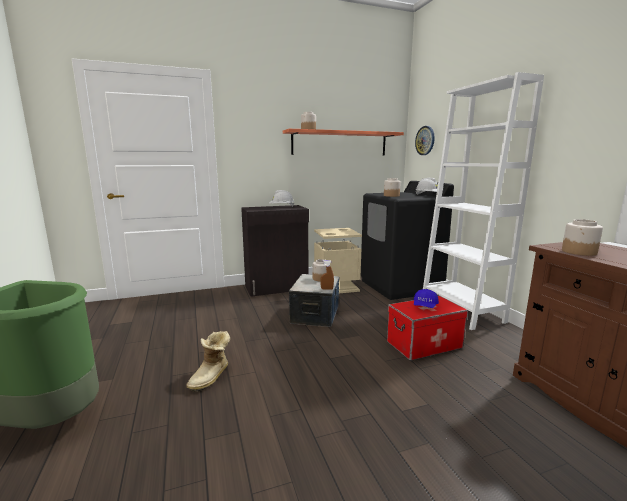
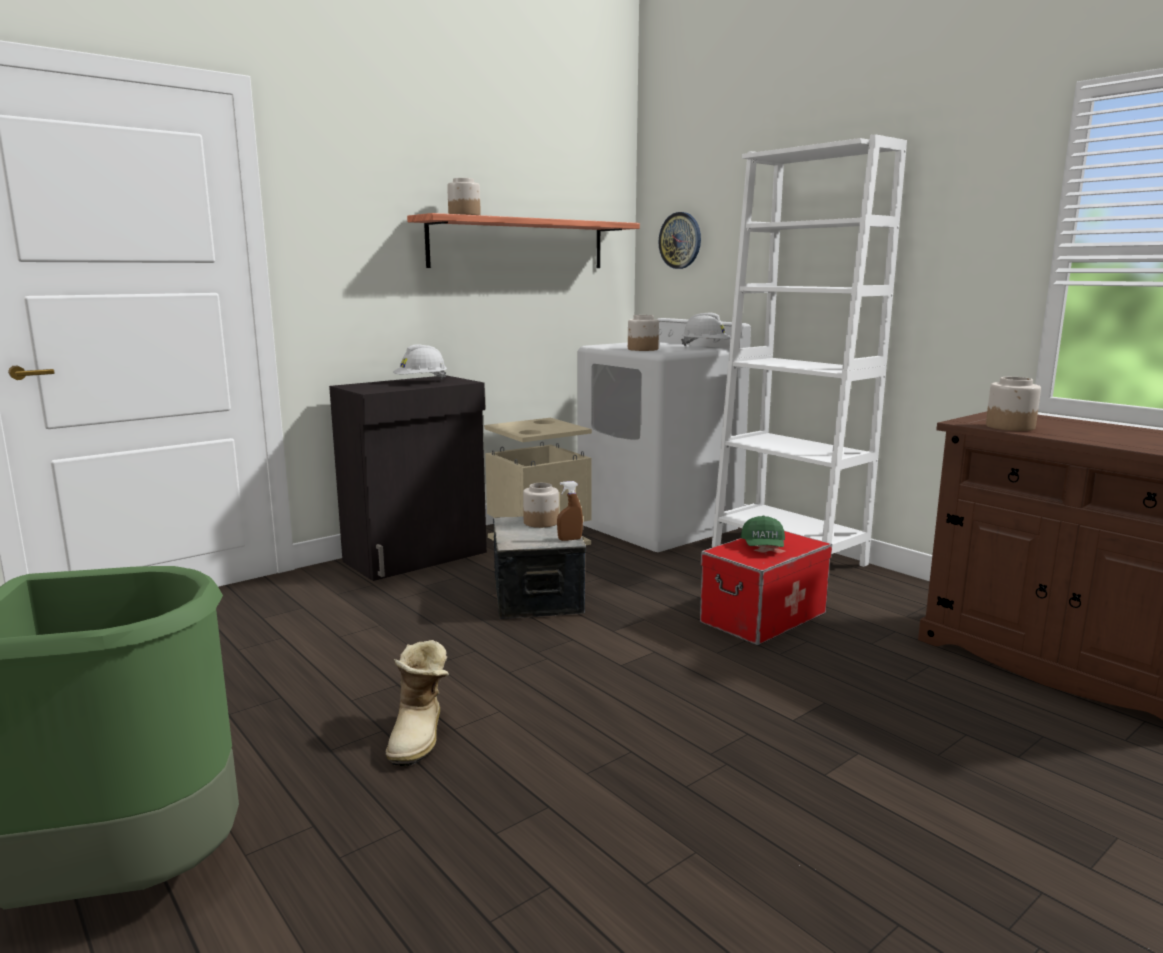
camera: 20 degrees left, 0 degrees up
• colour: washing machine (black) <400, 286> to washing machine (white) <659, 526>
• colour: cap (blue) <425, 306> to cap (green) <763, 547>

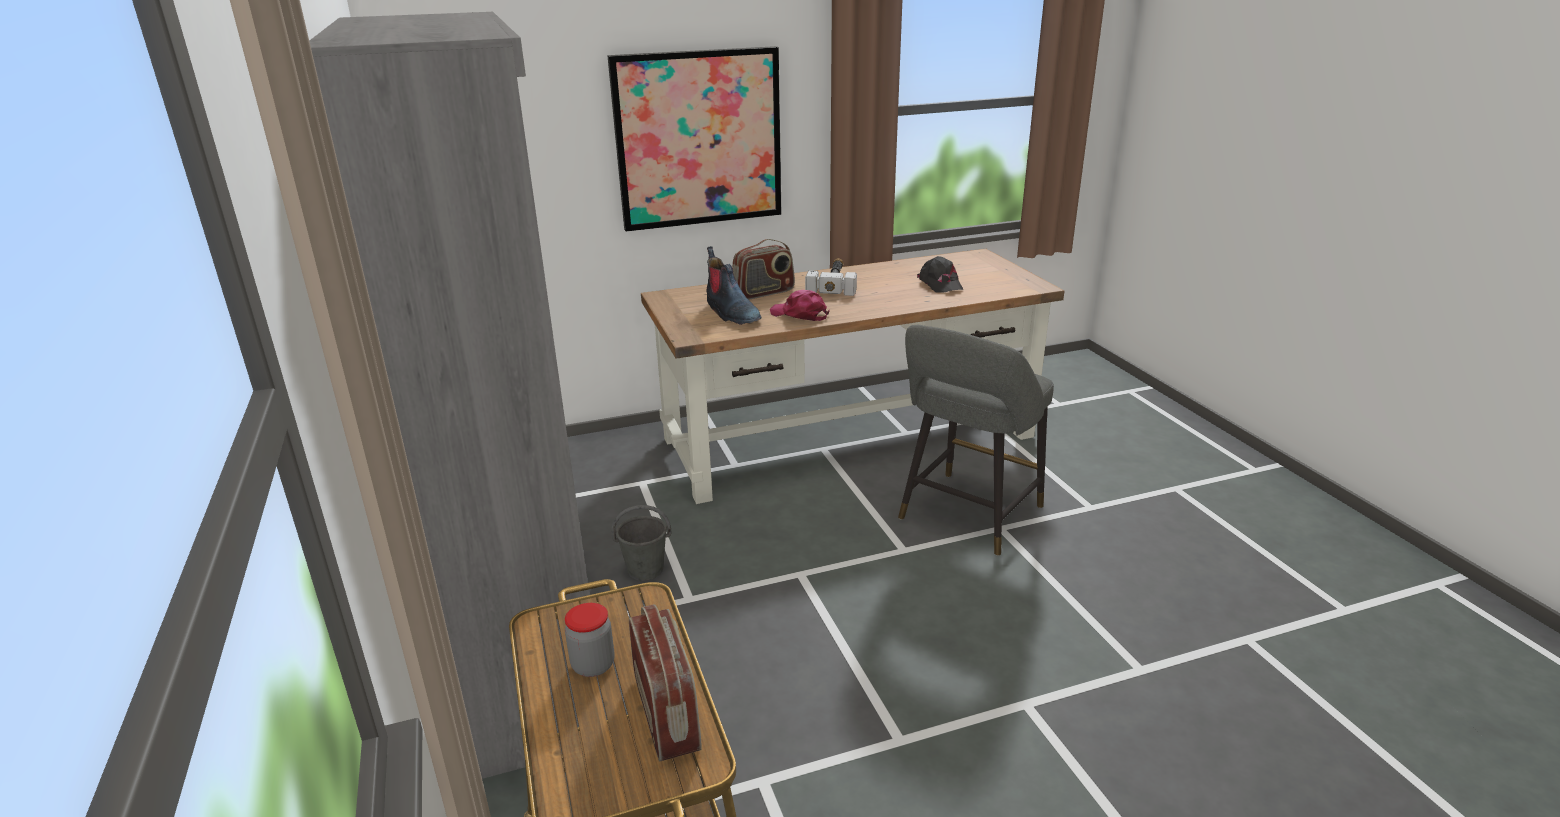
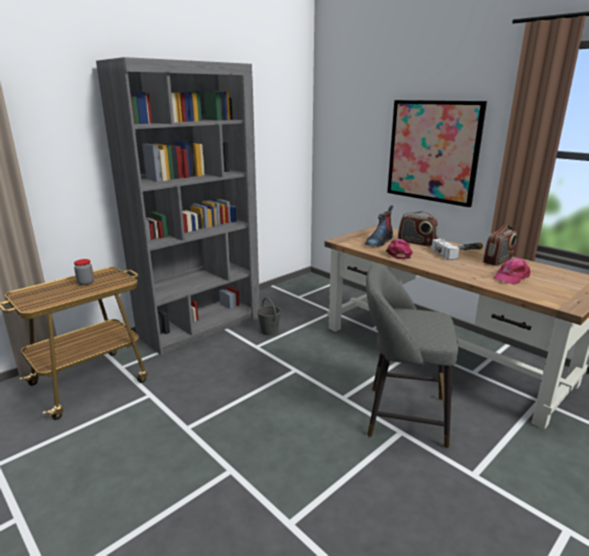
camera: 65 degrees right, 5 degrees down
• relocated: radio <667, 714> to <498, 260>
• colour: cap (black) <940, 284> to cap (pink) <511, 277>

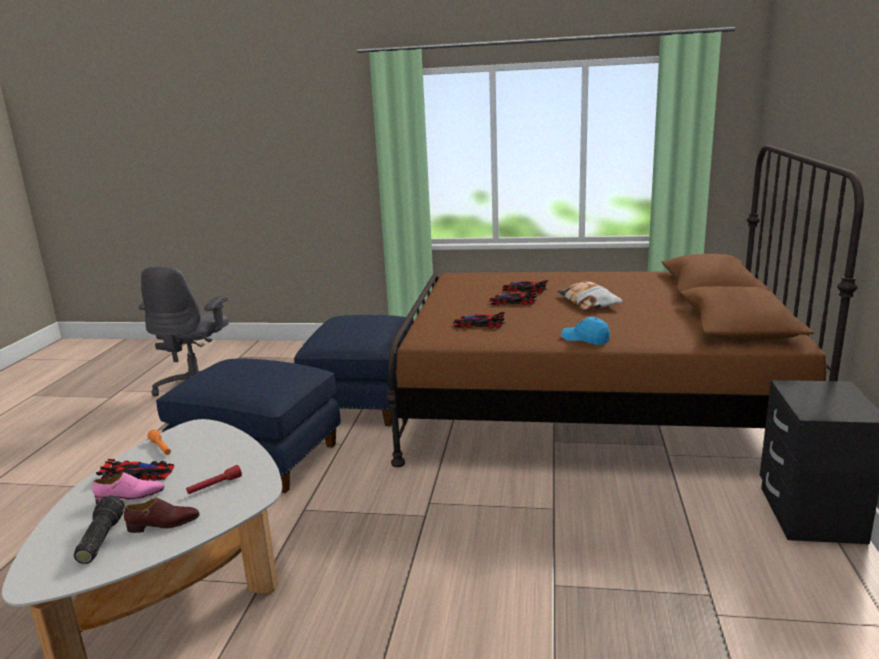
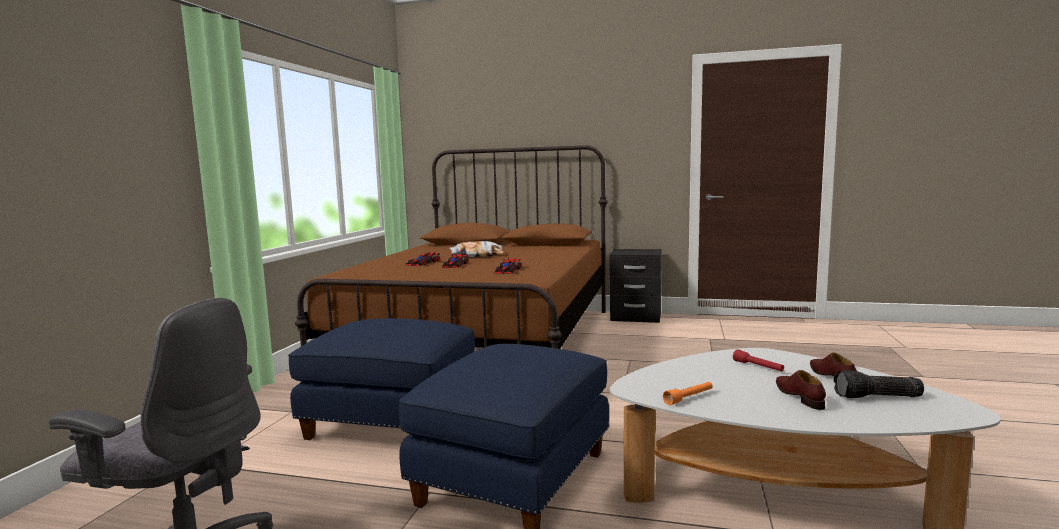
camera: 85 degrees left, 10 degrees down
• colour: shoe (pink) <130, 497> to shoe (brown) <799, 396>
• missing: toy car <137, 475>
• missing: cap (blue) <585, 339>

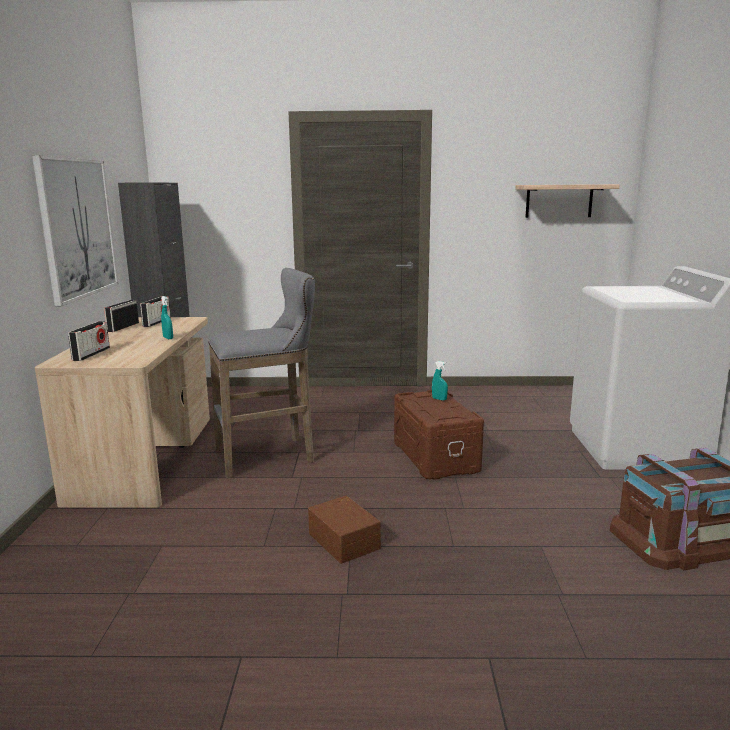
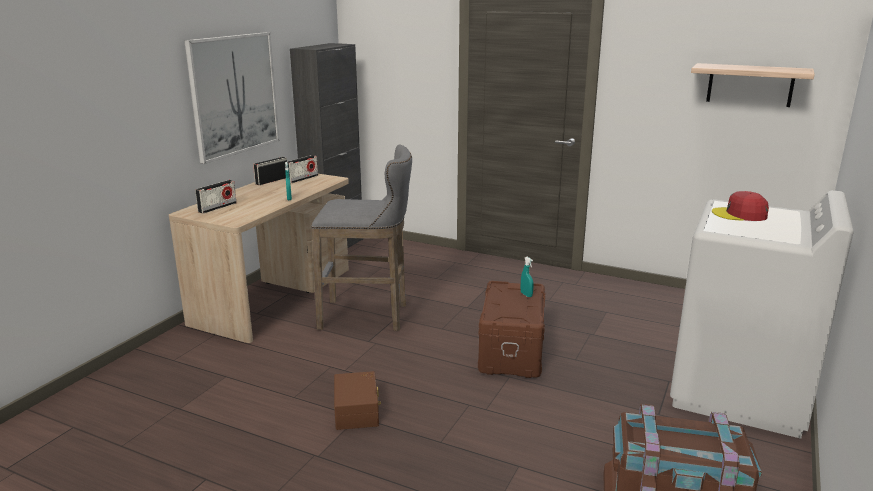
camera: 25 degrees right, 5 degrees up
• appeared: cap (red) <740, 214>

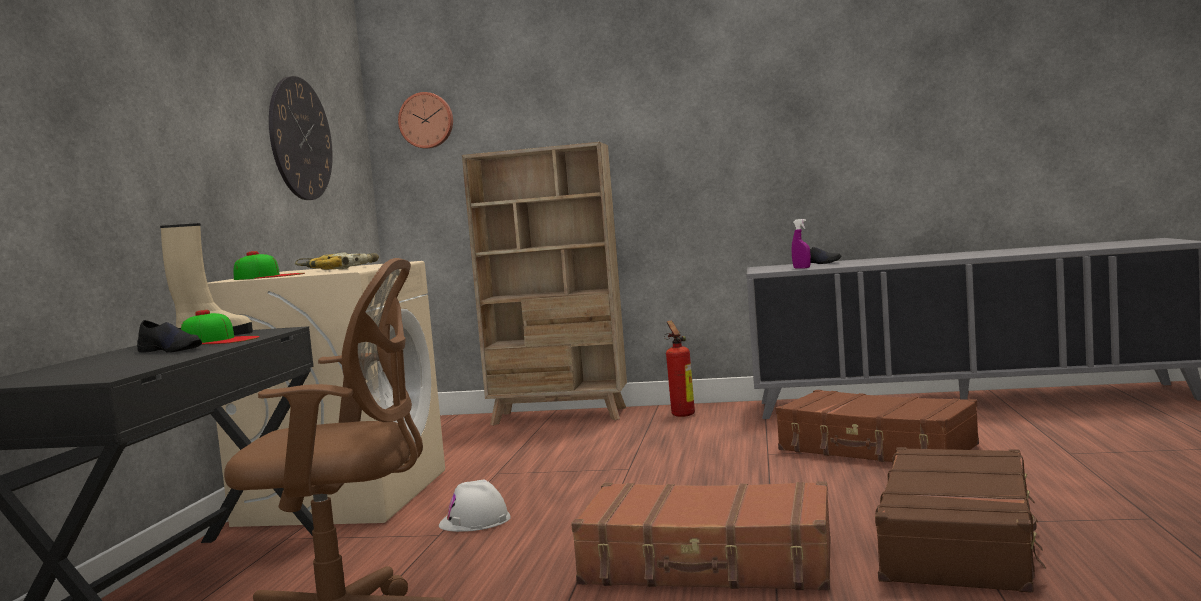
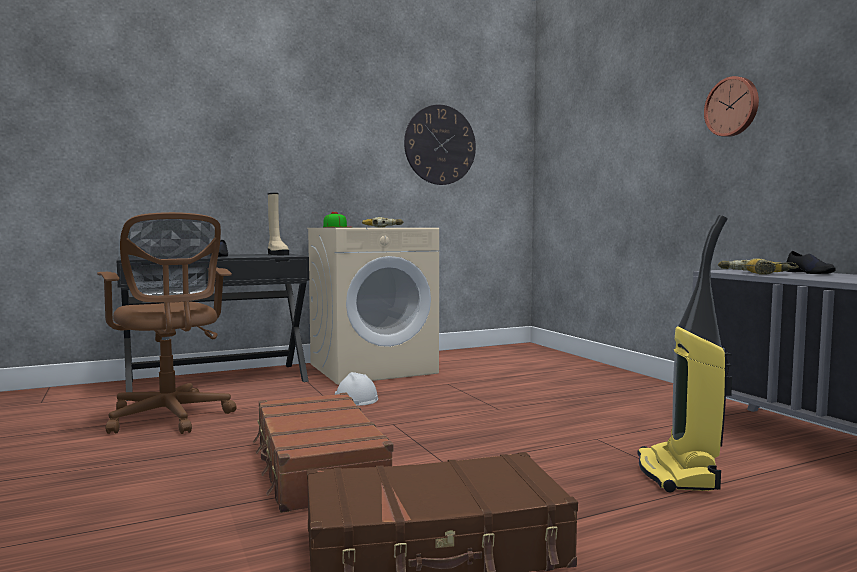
camera: 55 degrees right, 0 degrees up
• missing: cap <219, 340>
• relocated: wall clock <426, 120> to <732, 107>
• missing: bookcase (beige) <560, 416>
• missing: fire extinguisher <682, 414>
• exchanged: suitcase (brown) <876, 448> to vacuum cleaner <679, 474>
• exchanged: spray bottle (purple) <801, 268> to power drill <755, 273>

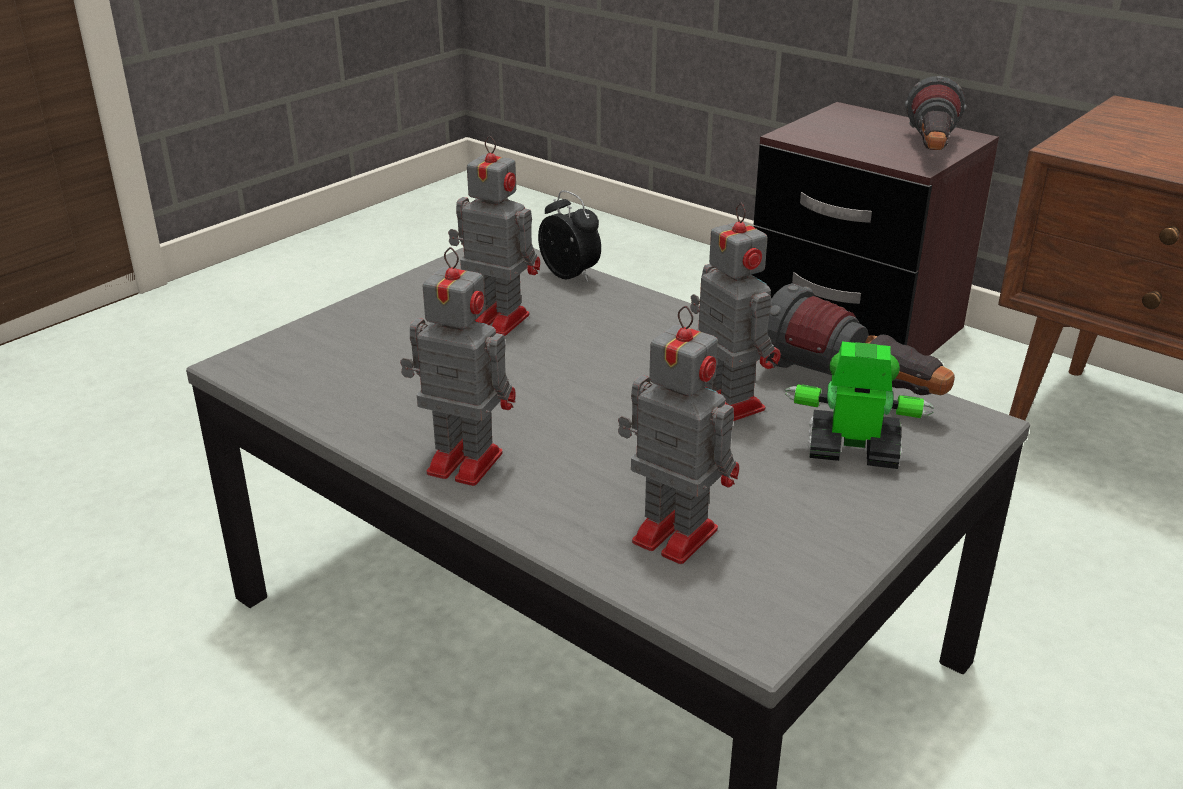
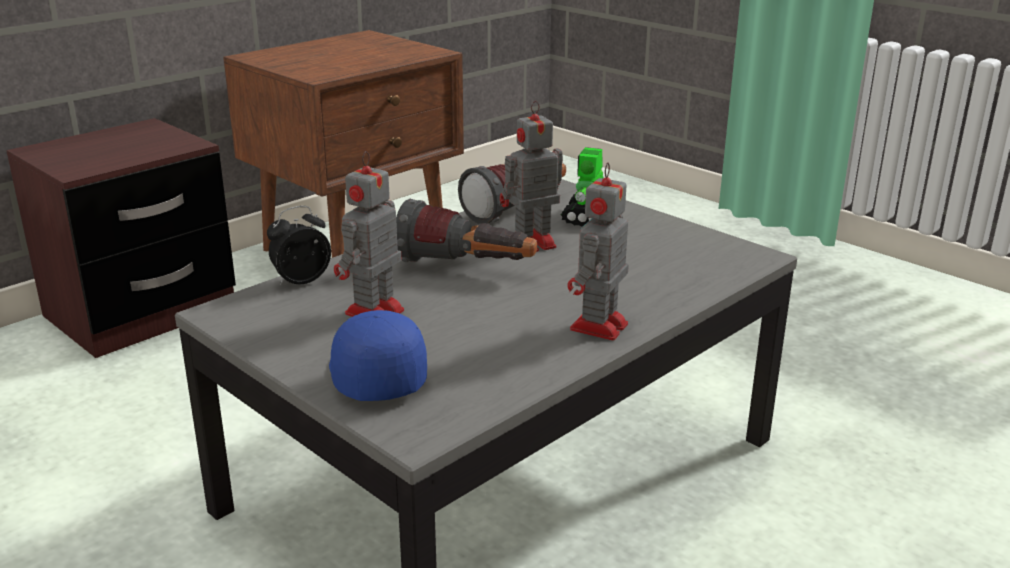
camera: 85 degrees left, 5 degrees down
• missing: toy robot <671, 534>
• relocated: flashlight <931, 151> to <466, 268>
• appeared: cap (blue) <374, 374>

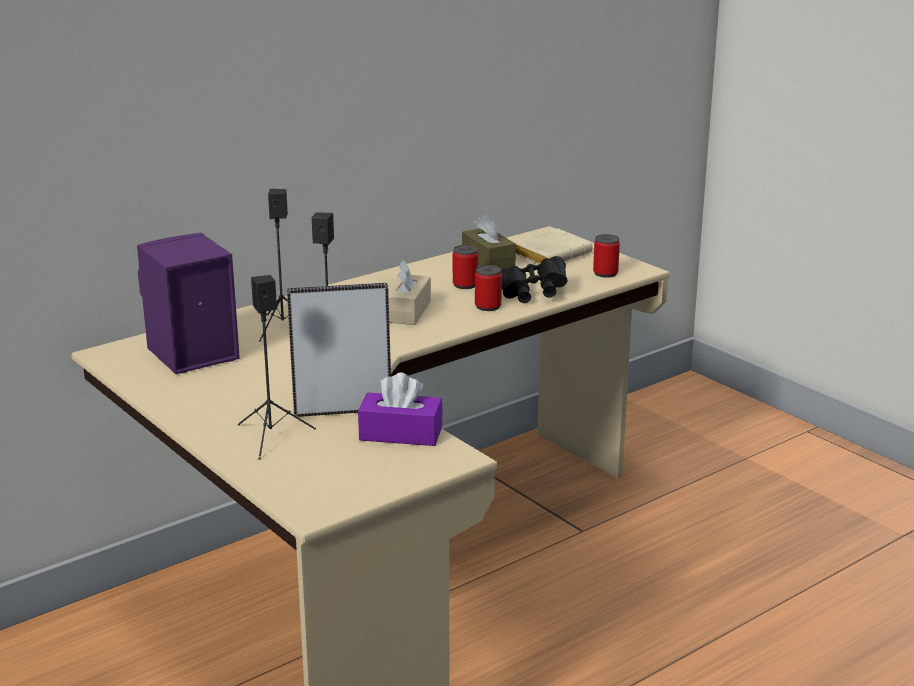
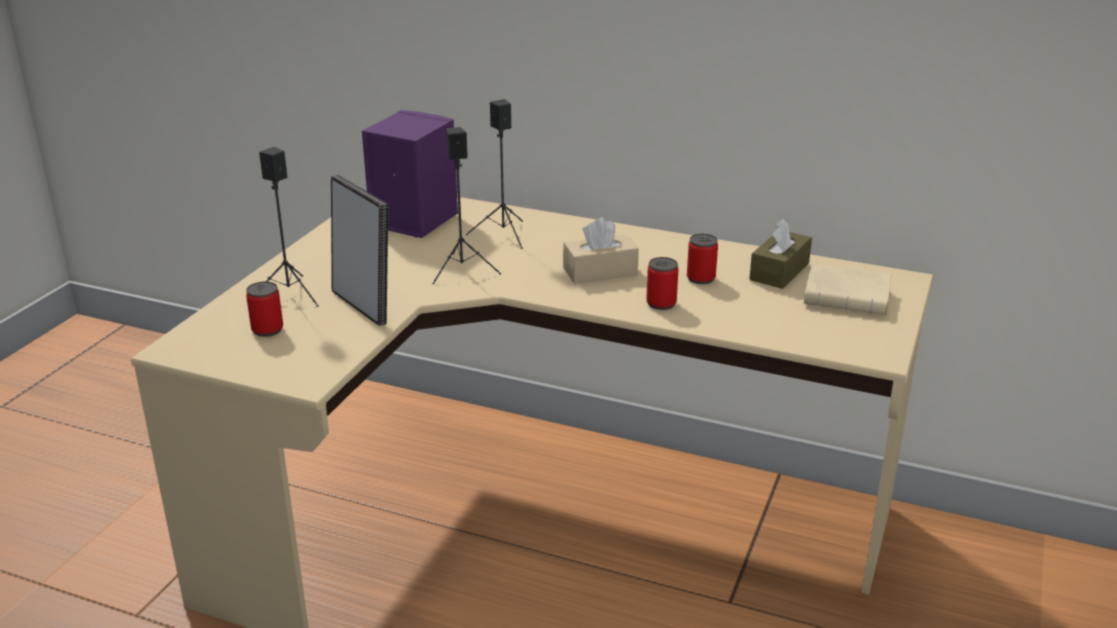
camera: 60 degrees right, 5 degrees up
• missing: tissue box (purple) <400, 434>
• missing: binoculars (black) <532, 294>
• relocated: can <605, 273> to <267, 329>

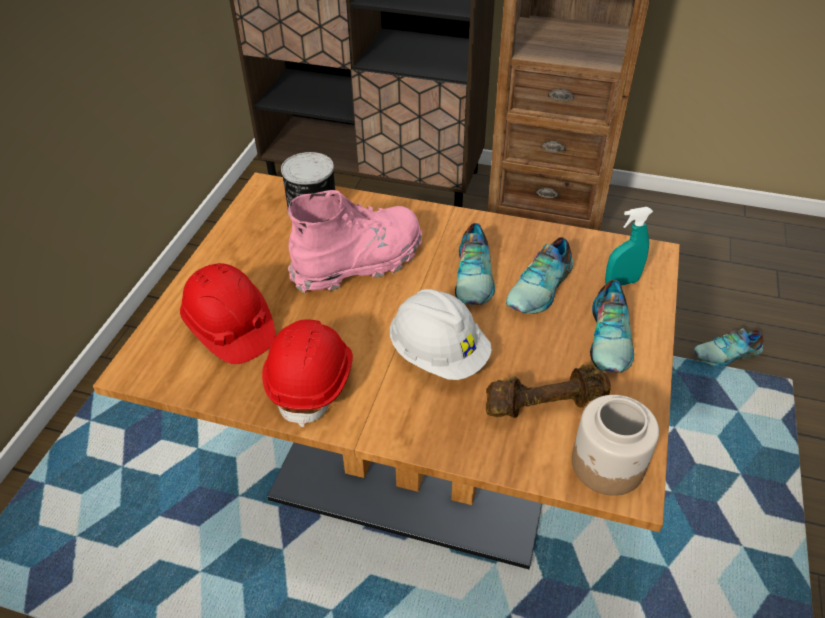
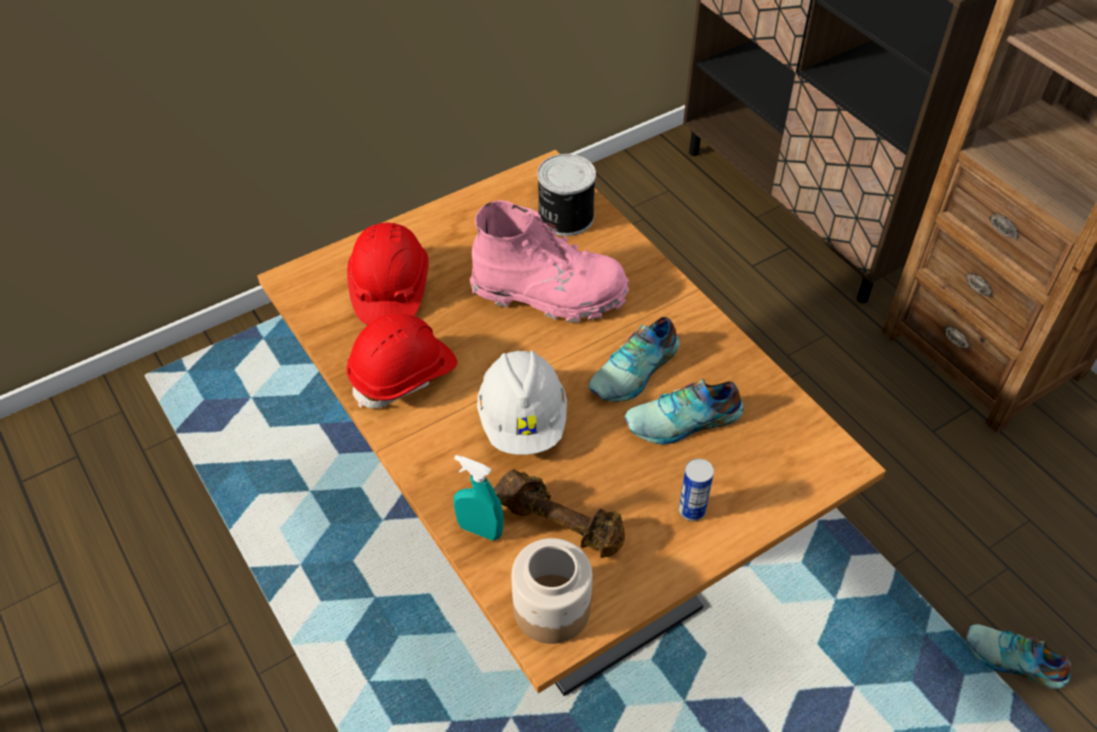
camera: 40 degrees right, 5 degrees up
• exchanged: shoe <611, 337> to can <692, 510>
• relocated: spray bottle (turquoise) <621, 282> to <480, 530>

